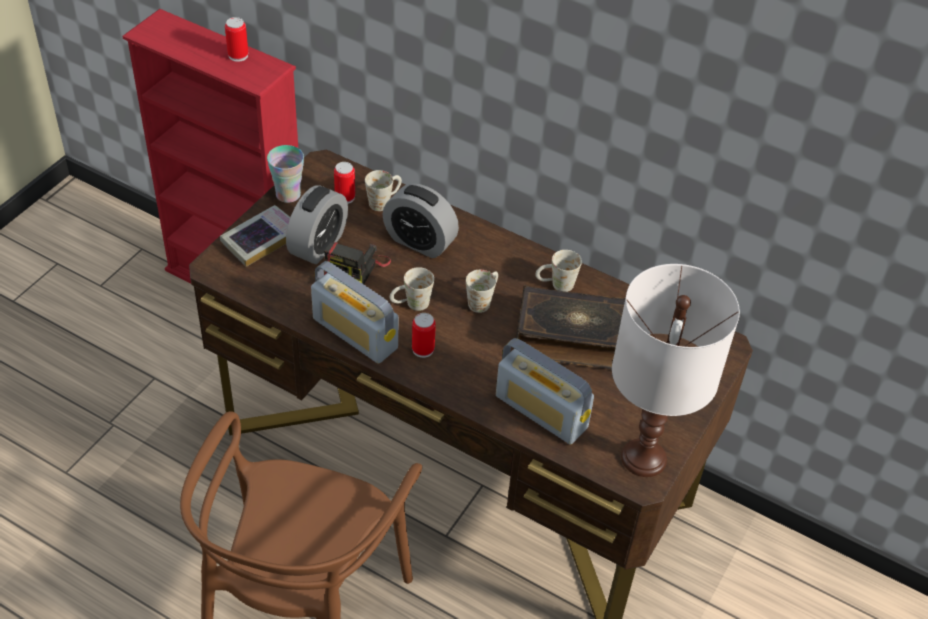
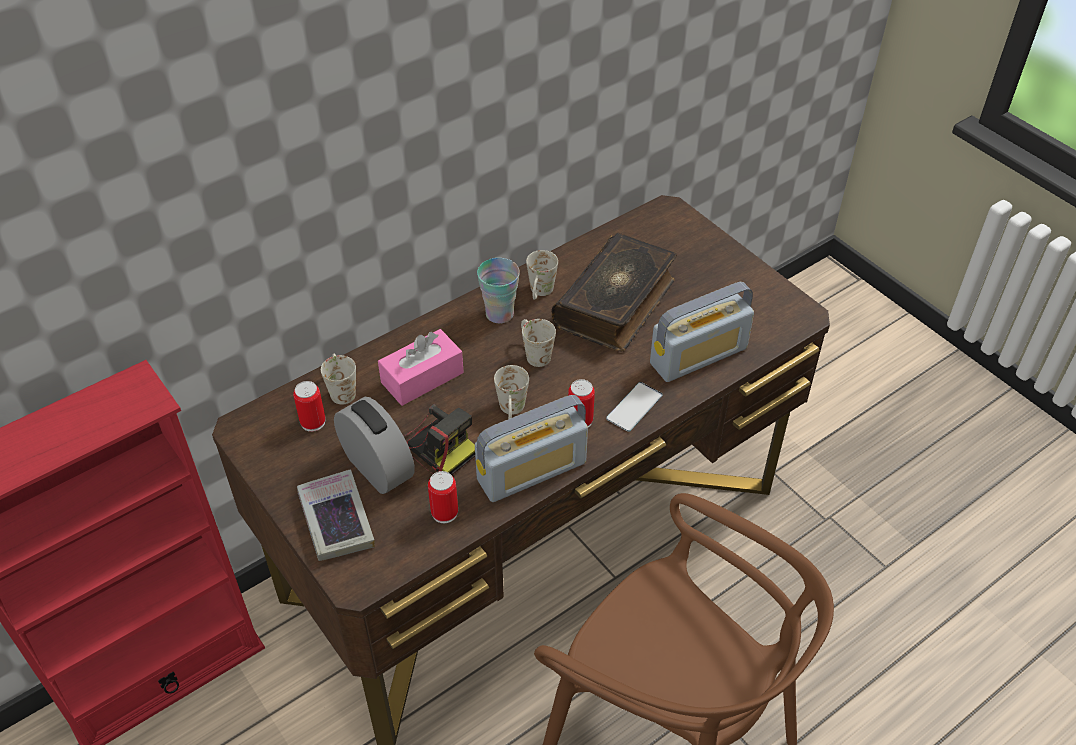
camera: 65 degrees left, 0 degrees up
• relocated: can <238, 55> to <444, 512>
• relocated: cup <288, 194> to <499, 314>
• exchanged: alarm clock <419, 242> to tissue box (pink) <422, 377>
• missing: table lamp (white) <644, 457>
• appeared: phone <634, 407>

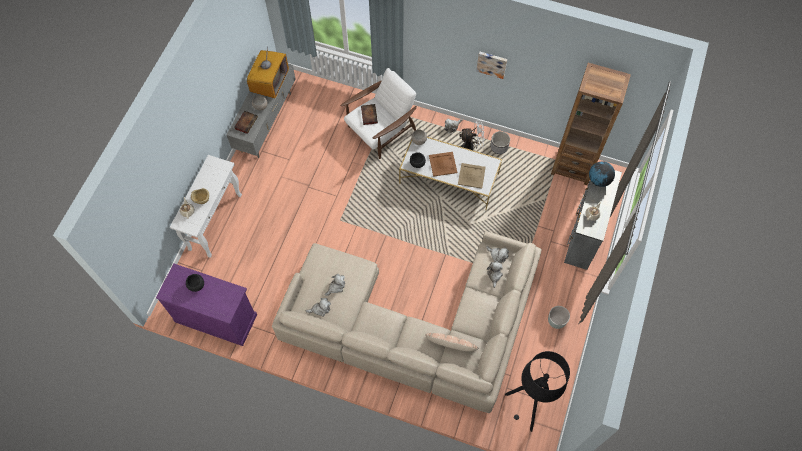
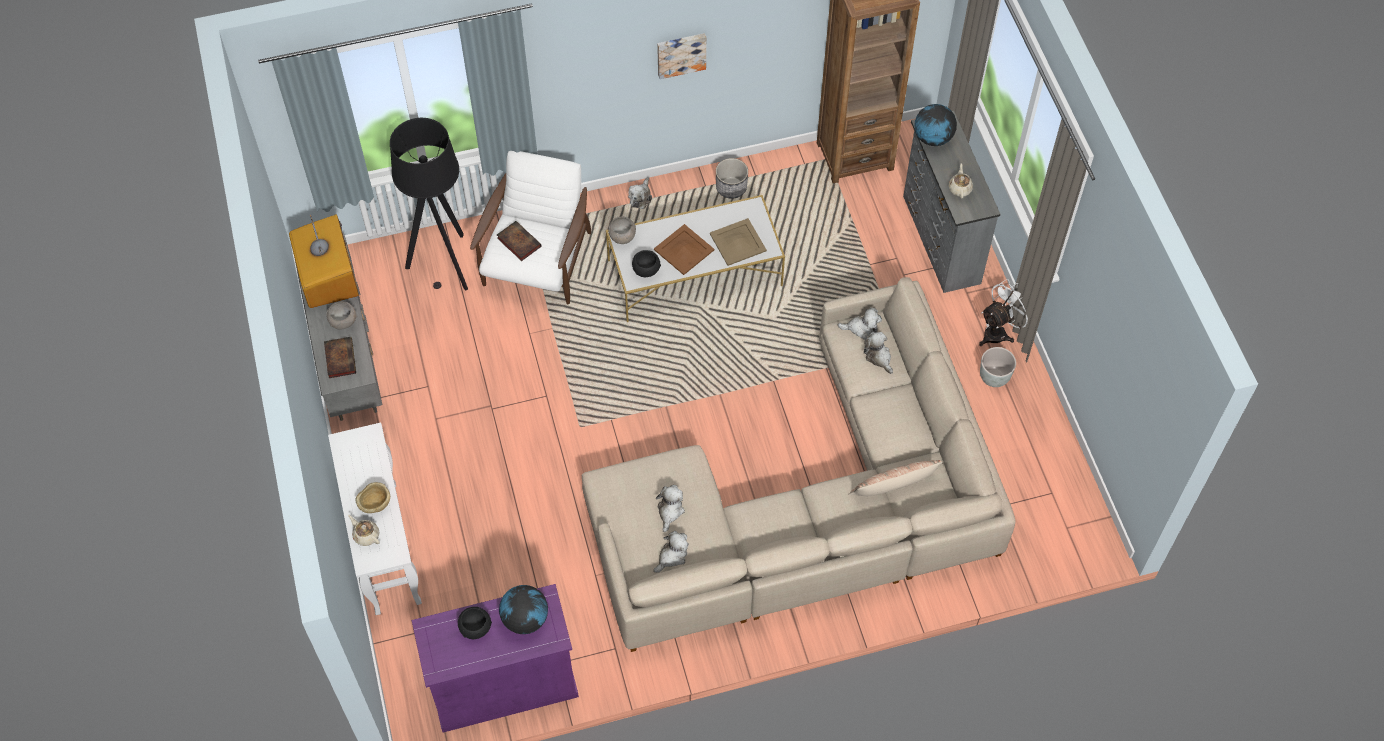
camera: 35 degrees left, 5 degrees down
• relocated: fan (white) <471, 147> to <999, 331>
• relocated: floor lamp (black) <528, 405> to <444, 264>
• appeared: globe <525, 619>

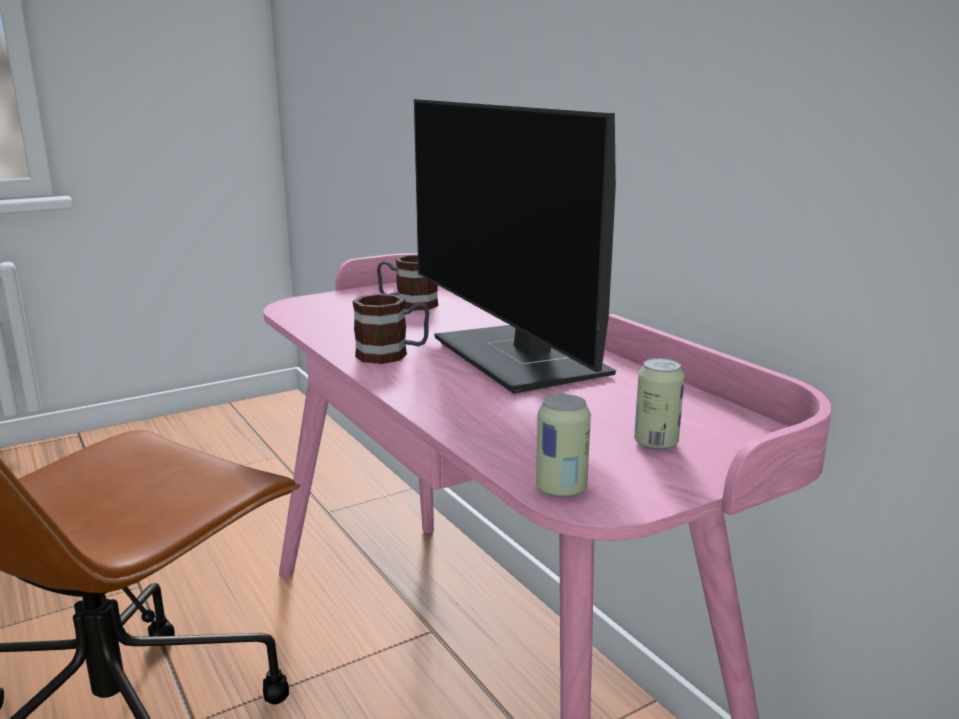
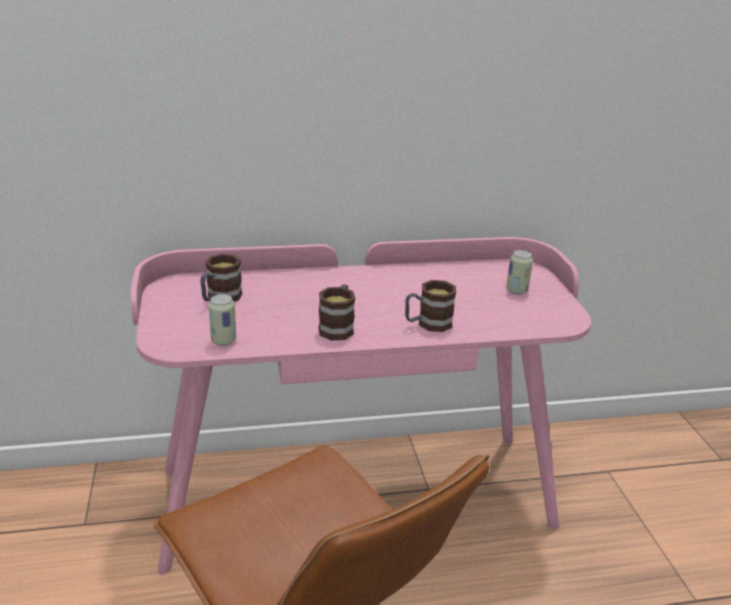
camera: 70 degrees left, 10 degrees up
• missing: monitor <522, 359>
• relocated: can <561, 489> to <223, 340>
• appeared: mug <427, 324>

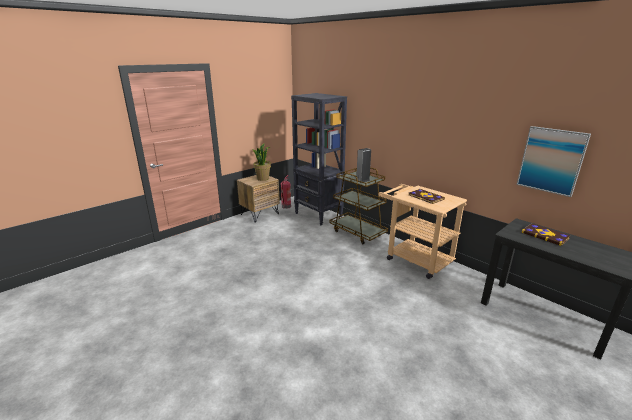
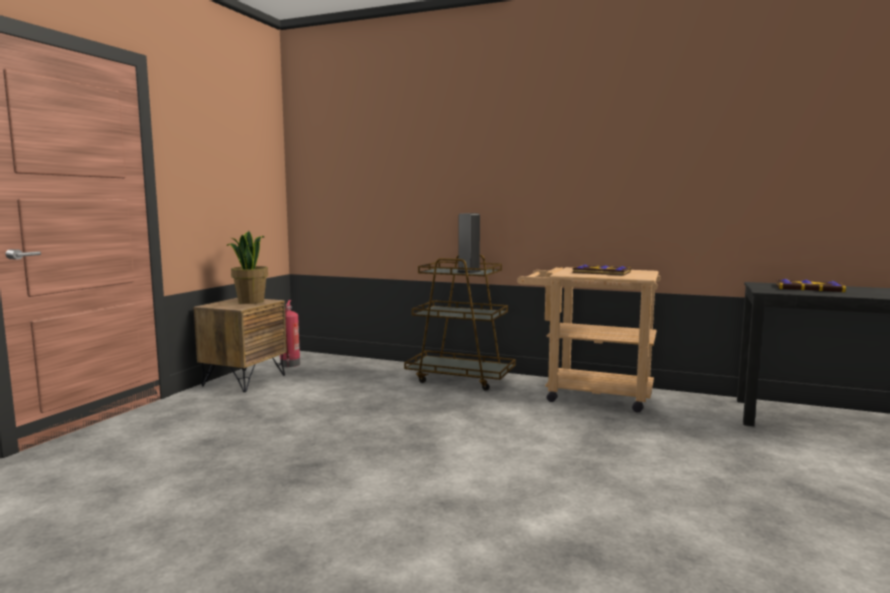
camera: 25 degrees left, 15 degrees down
• missing: bookcase (black) <318, 215>
• missing: picture <551, 160>

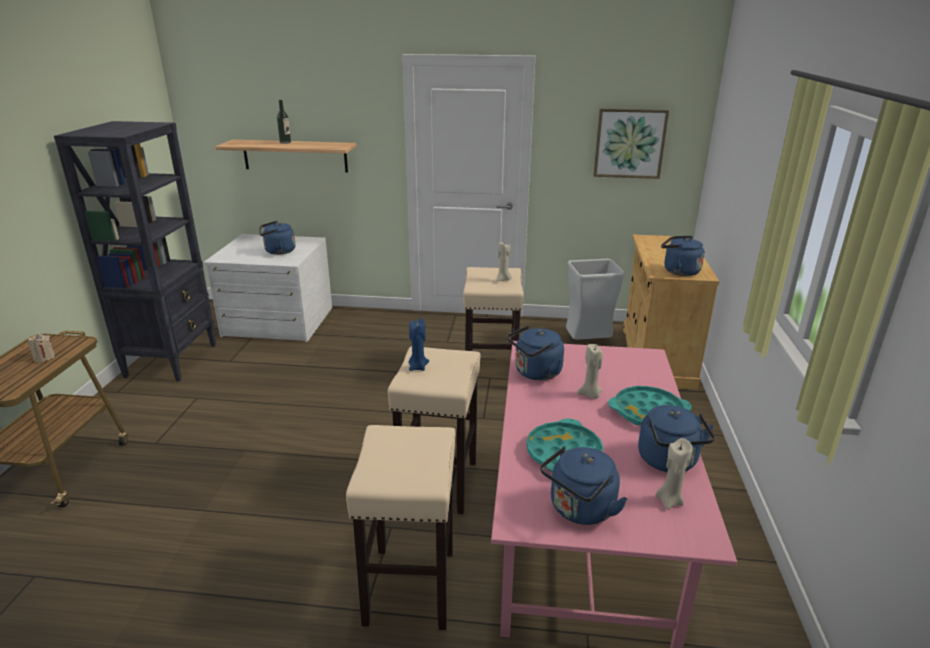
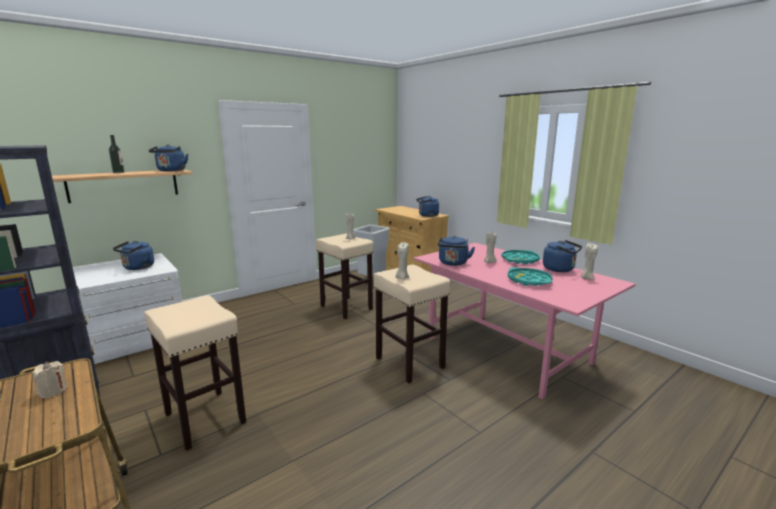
camera: 45 degrees left, 10 degrees down
• relocated: stool (beige) <410, 585> to <204, 417>
• colour: candle (blue) <418, 367> to candle (beige) <402, 278>
• relocated: kettle (blue) <580, 510> to <171, 171>
• missing: picture <629, 143>

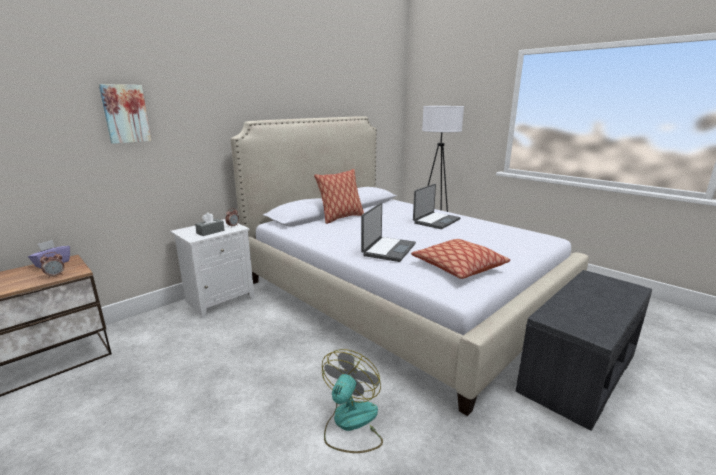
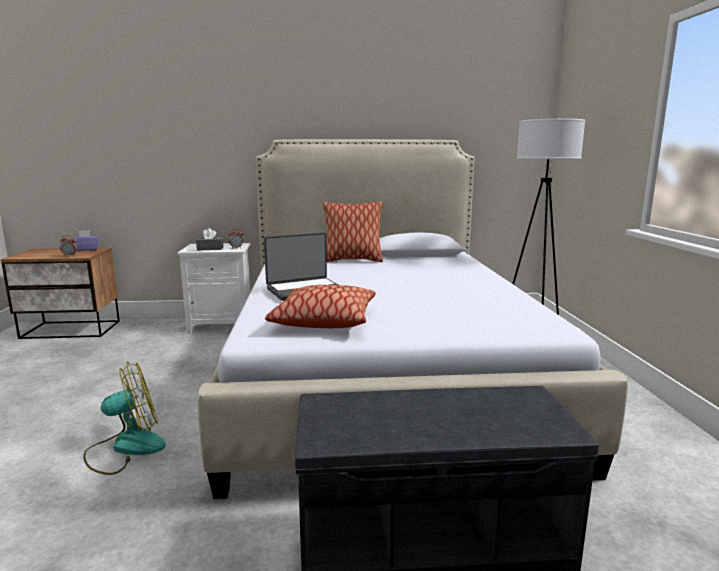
camera: 40 degrees right, 5 degrees down
• missing: picture <125, 114>
• missing: laptop <436, 221>

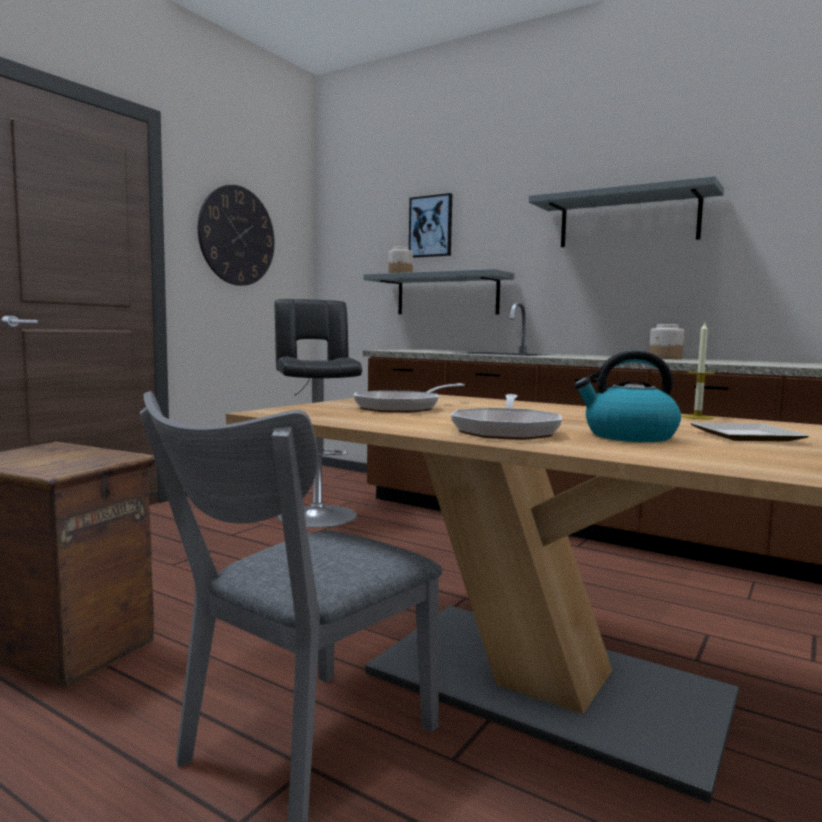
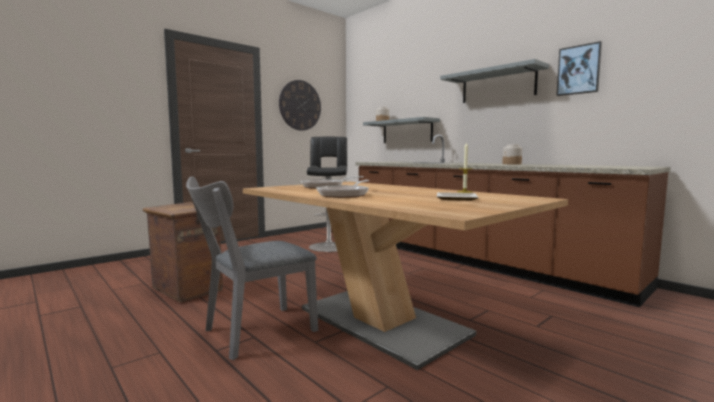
camera: 15 degrees right, 0 degrees up
• relocated: picture <431, 226> to <578, 70>
• missing: kettle <628, 436>

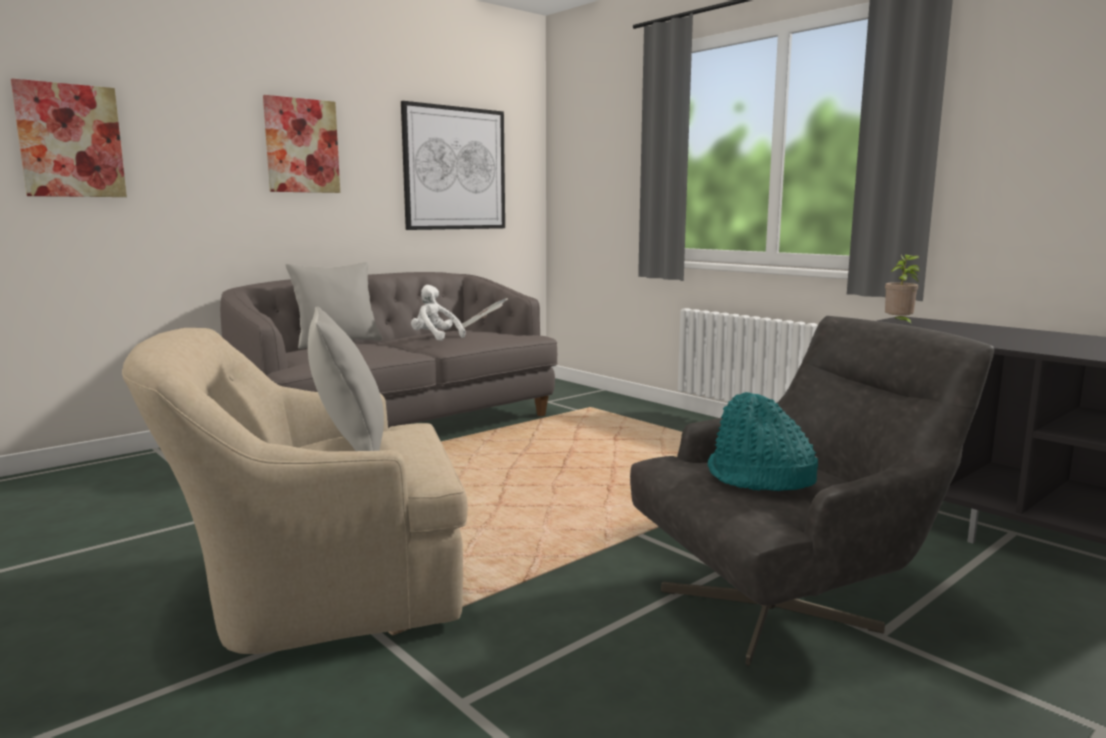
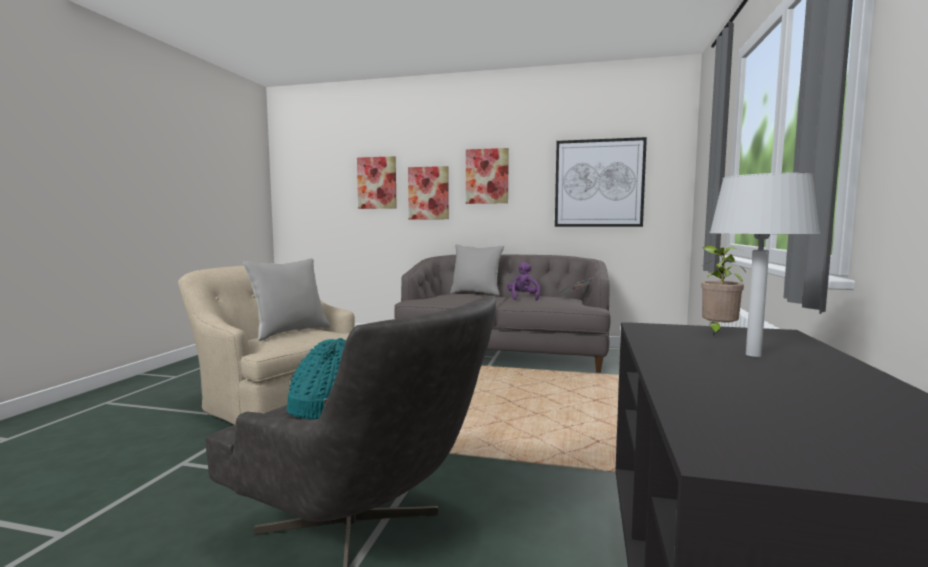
camera: 55 degrees right, 5 degrees down
• colour: plush toy (white) <435, 338> to plush toy (purple) <523, 298>
• appeared: picture <428, 193>
• appeared: table lamp (grey) <752, 355>

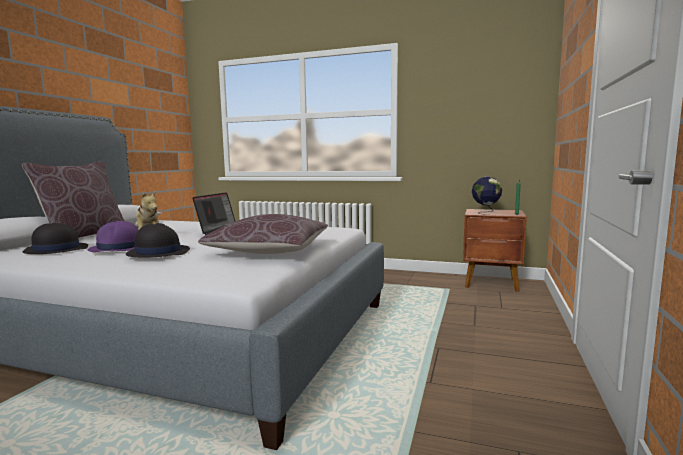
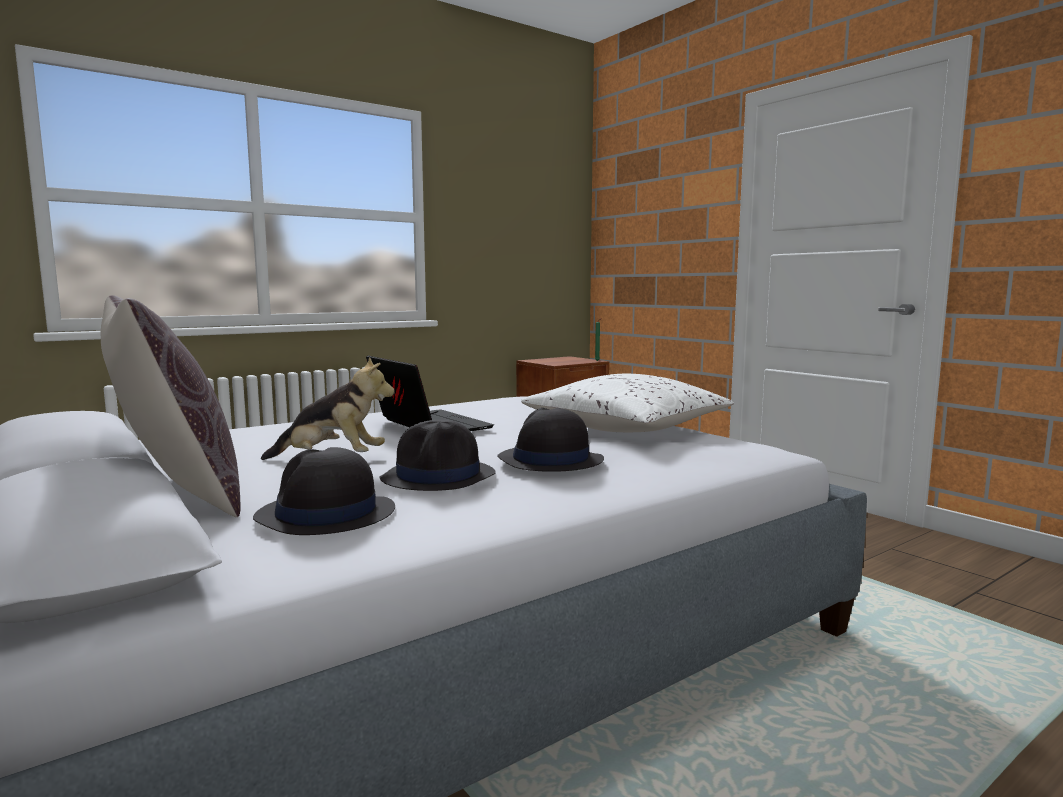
camera: 55 degrees left, 0 degrees up
• colour: hat (purple) <119, 248> to hat (black) <439, 477>
• colour: pillow (brown) <270, 251> to pillow (white) <626, 429>
• missing: globe <485, 213>

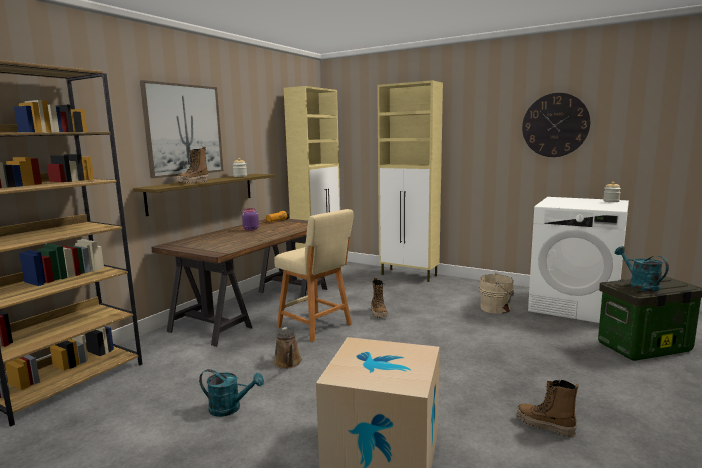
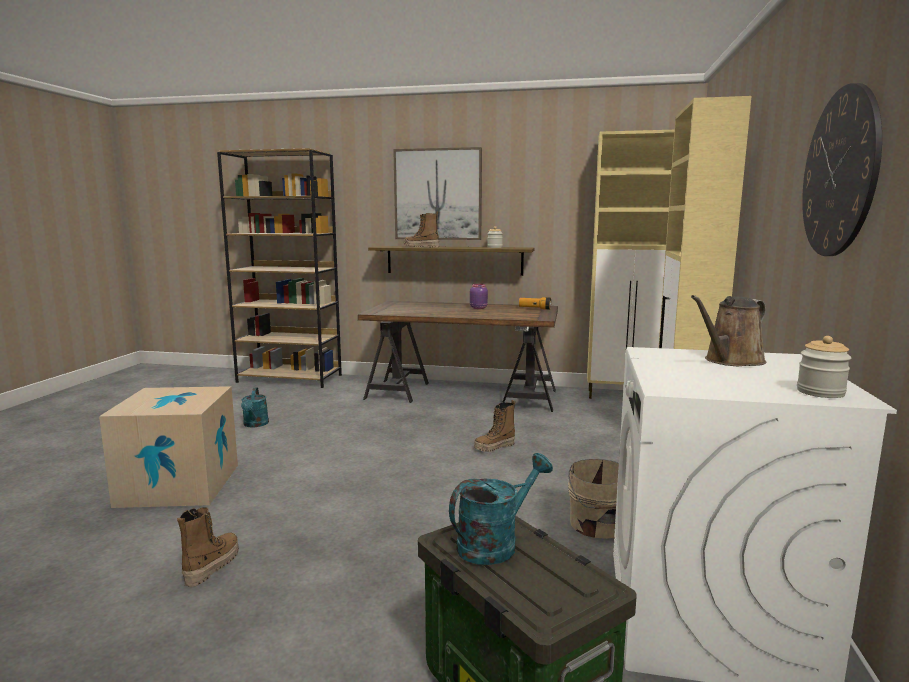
camera: 70 degrees right, 0 degrees up
• relocated: watering can (brown) <288, 363> to <731, 361>
• missing: stool (beige) <317, 327>

